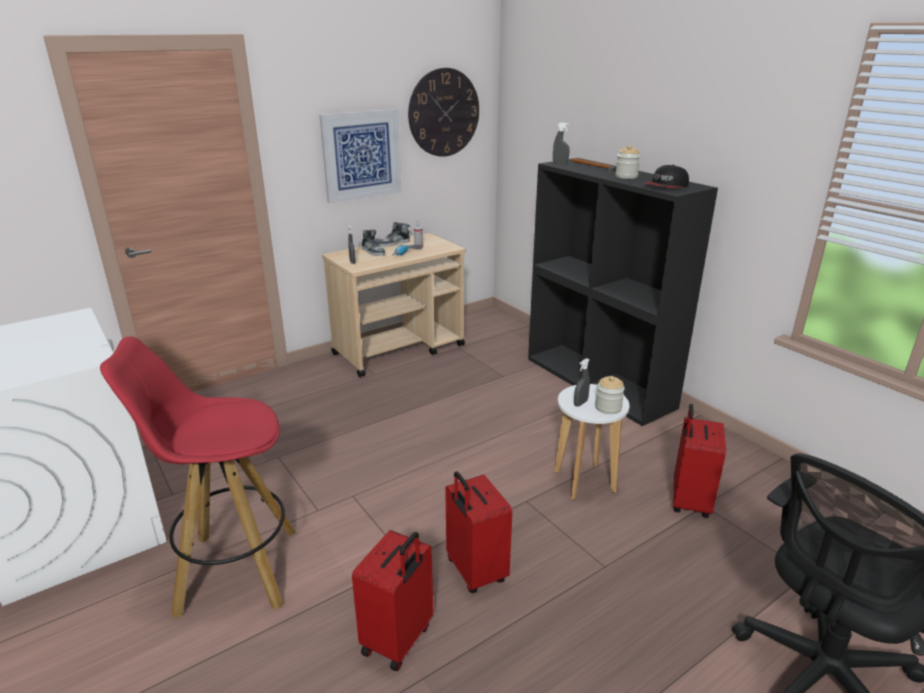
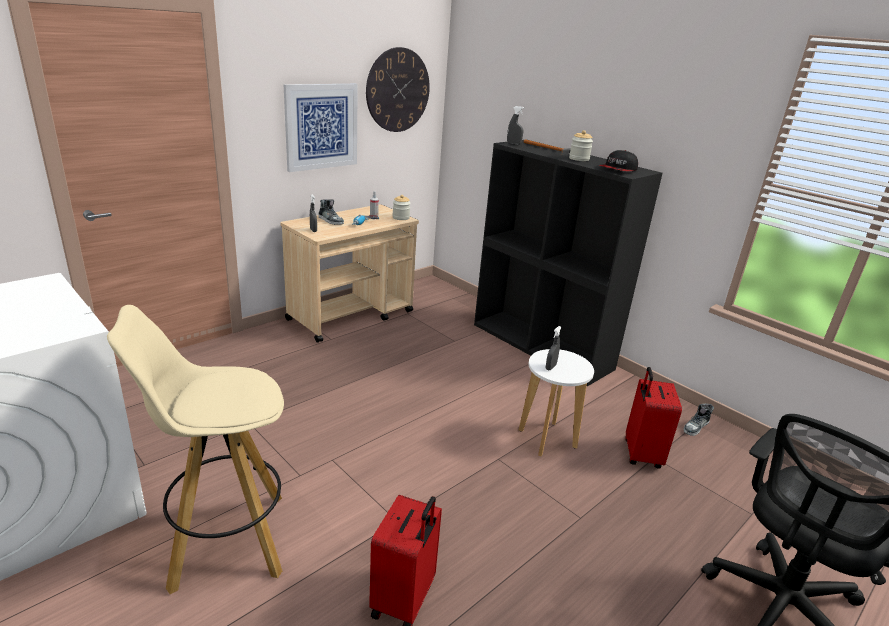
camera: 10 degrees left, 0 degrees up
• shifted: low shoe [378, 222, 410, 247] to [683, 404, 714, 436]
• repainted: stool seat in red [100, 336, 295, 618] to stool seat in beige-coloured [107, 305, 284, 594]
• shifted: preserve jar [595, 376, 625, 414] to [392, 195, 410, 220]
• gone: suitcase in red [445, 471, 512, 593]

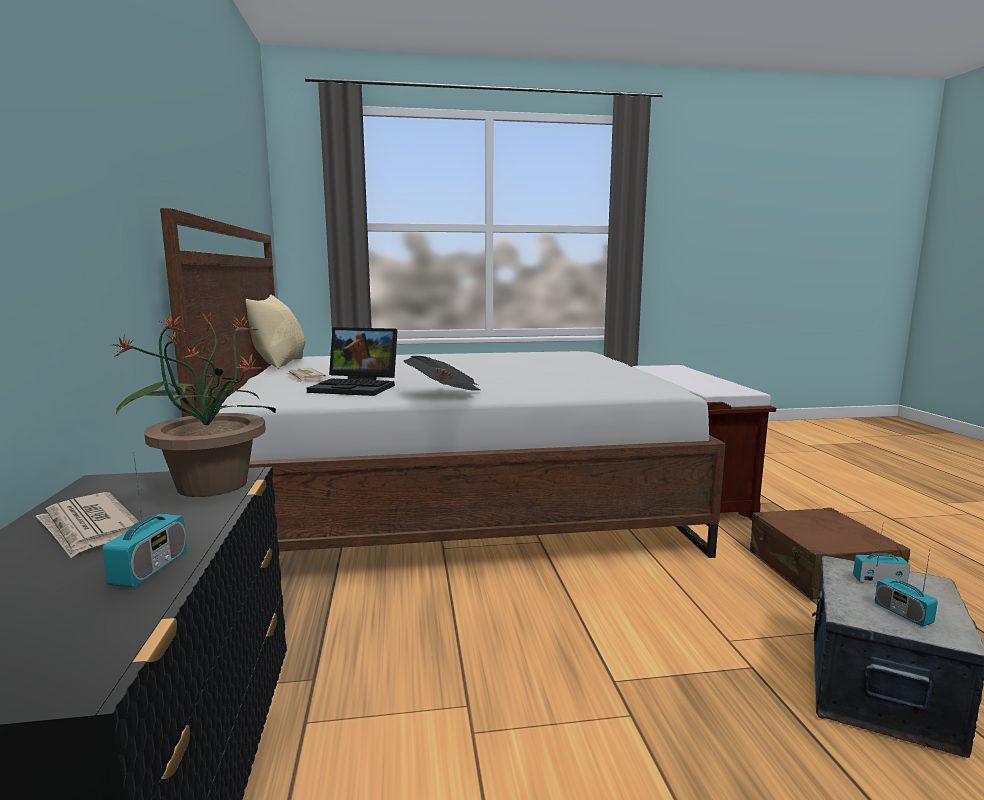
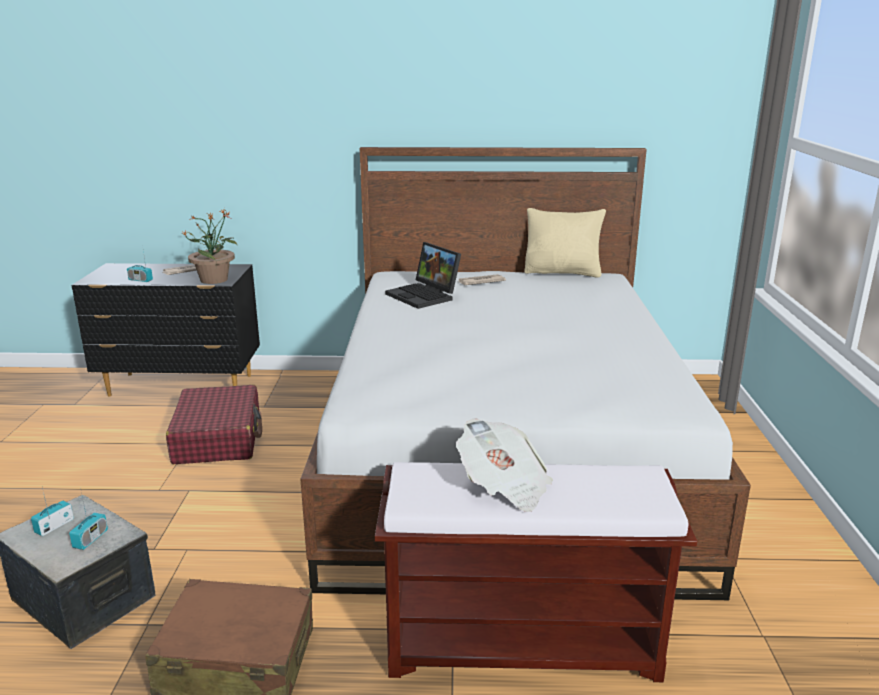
camera: 100 degrees right, 10 degrees up
• rotated: notebook computer [307, 327, 398, 396] = [385, 242, 461, 309] 60 degrees counterclockwise
• shifted: daily paper [404, 356, 481, 391] to [456, 418, 553, 512]
• rotated: radio [875, 552, 938, 627] = [31, 487, 74, 536] 45 degrees counterclockwise
• new: suitcase in red [166, 385, 262, 464]

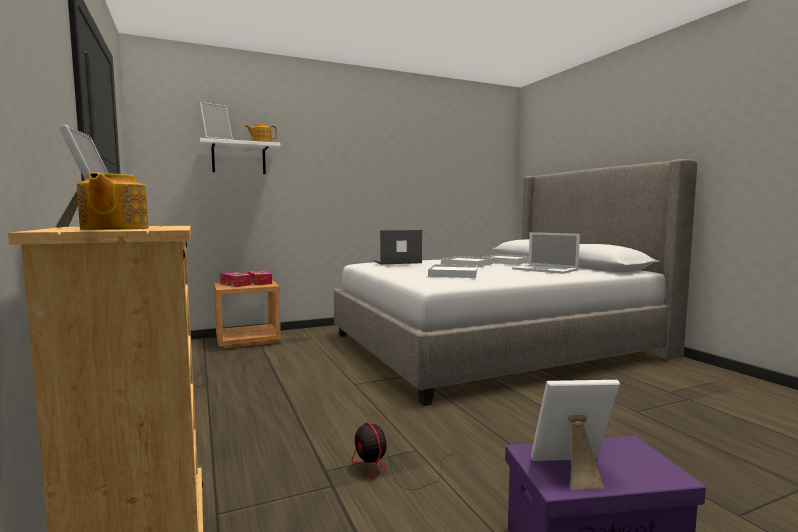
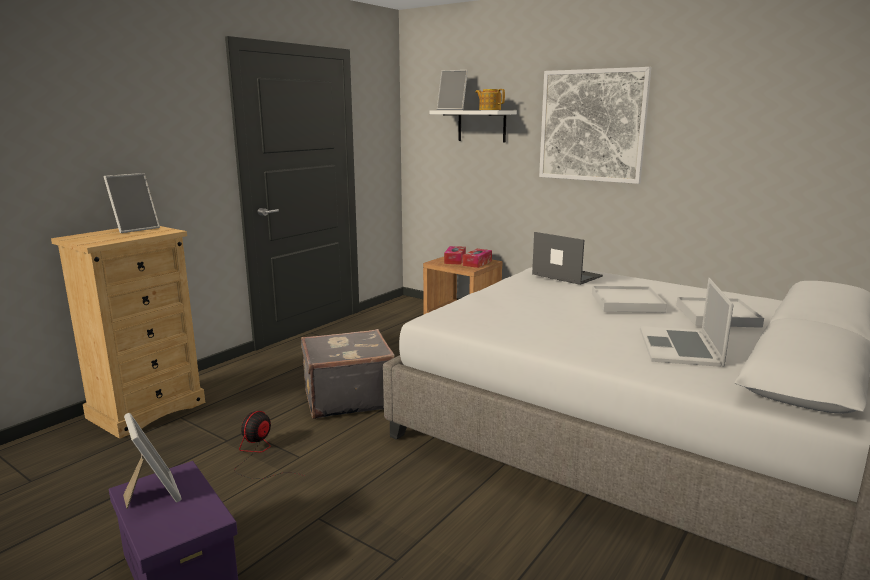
camera: 60 degrees right, 10 degrees up
• gone: tea pot [77, 172, 149, 230]
• gone: serving tray in white-coloured [428, 264, 477, 278]
• new: wall picture [539, 67, 652, 184]
• new: suitcase in gray [301, 329, 395, 419]

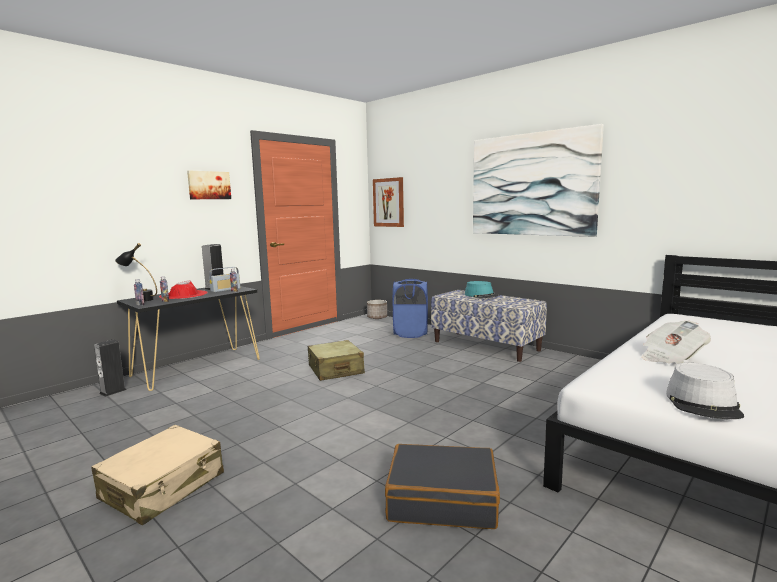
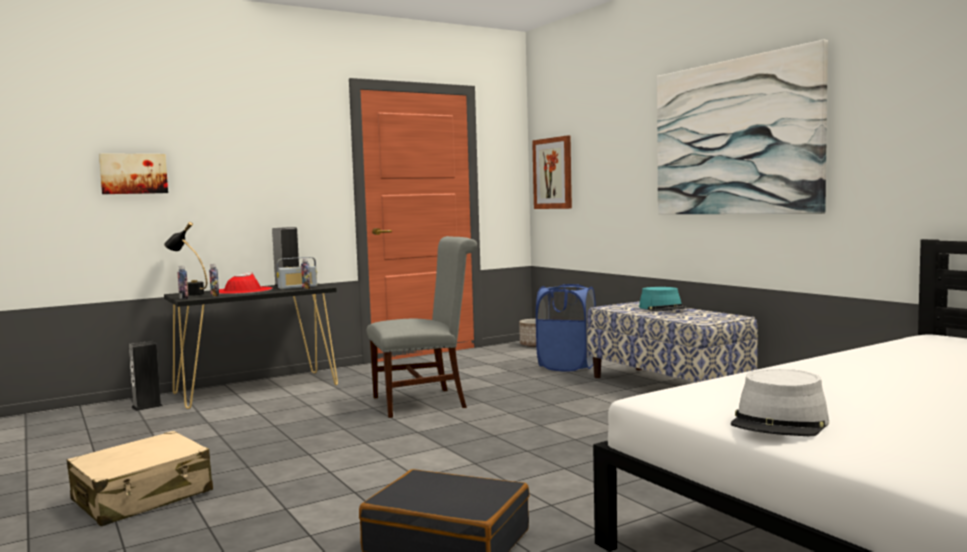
camera: 15 degrees right, 5 degrees down
• shifted: wall picture [187, 170, 231, 199] to [99, 153, 168, 194]
• gone: daily paper [642, 321, 711, 364]
• swapped: suitcase in beige-coloured [308, 340, 365, 381] to upright chair in gray [367, 236, 477, 418]

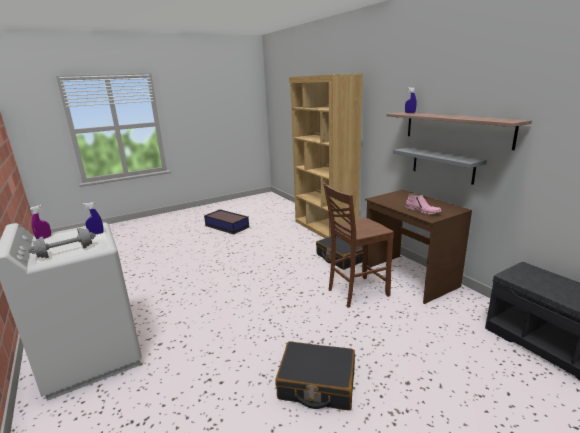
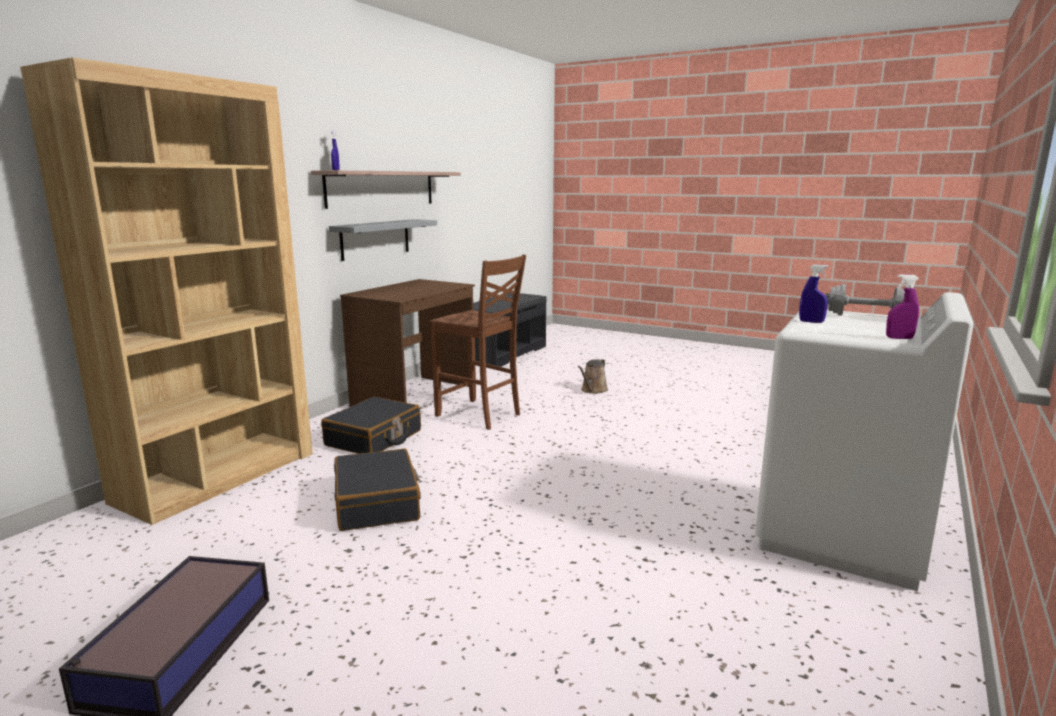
camera: 120 degrees left, 5 degrees down
• gone: boot in pink-coloured [405, 193, 442, 214]
• shifted: suitcase in blackish [275, 341, 355, 410] to [334, 449, 421, 531]
• new: watering can in brownish [578, 359, 608, 394]

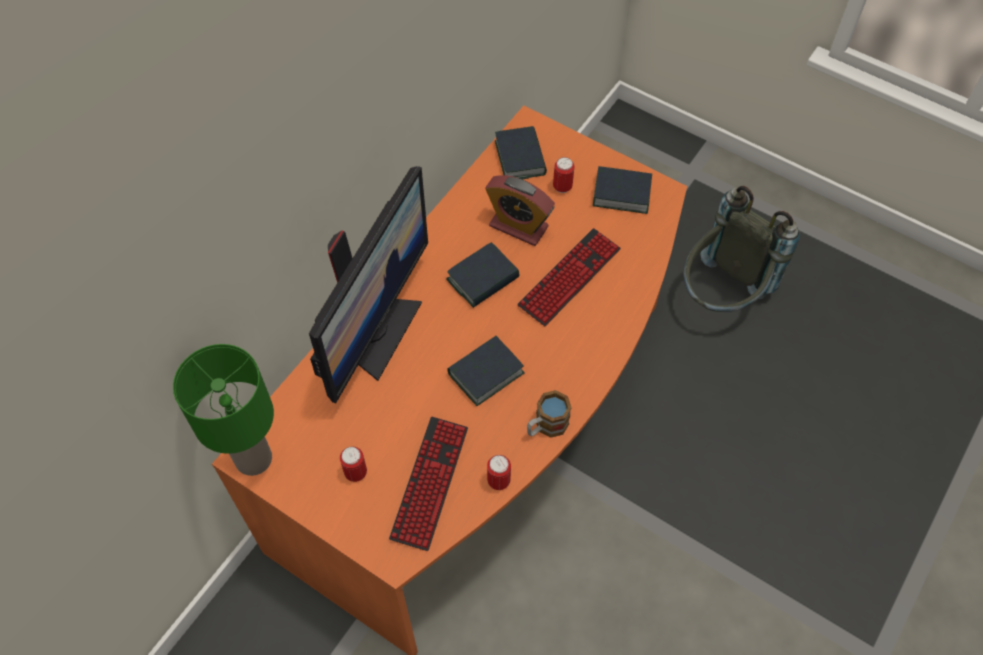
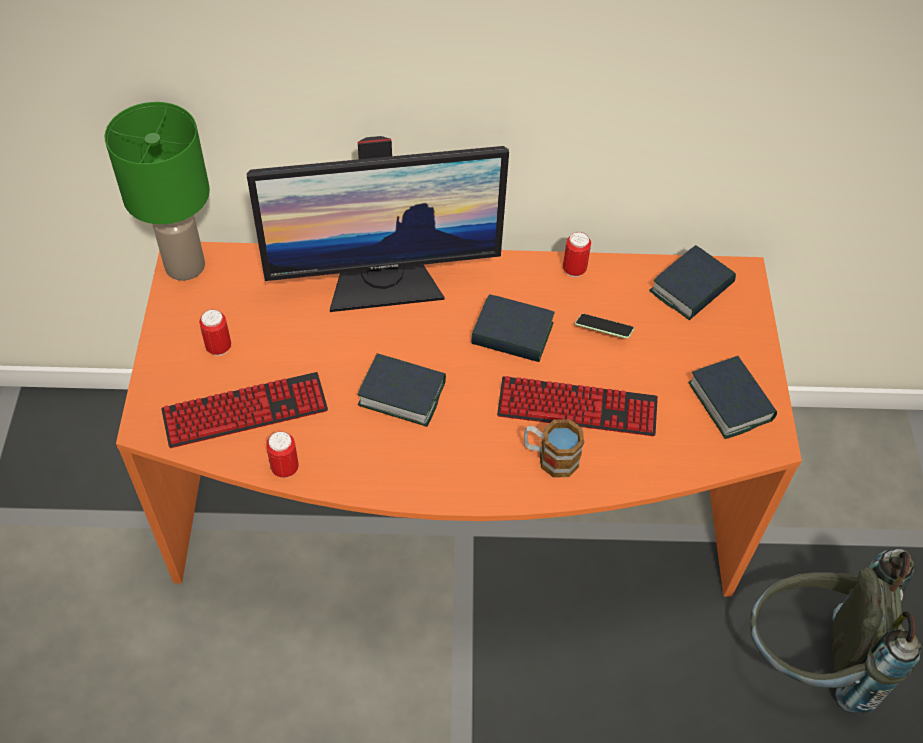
camera: 55 degrees right, 5 degrees down
• shifted: can [553, 157, 574, 193] to [563, 232, 591, 277]
• swapped: bedside clock [485, 175, 555, 246] to handset [575, 314, 634, 338]
• shifted: mug [527, 390, 572, 438] to [524, 419, 584, 478]

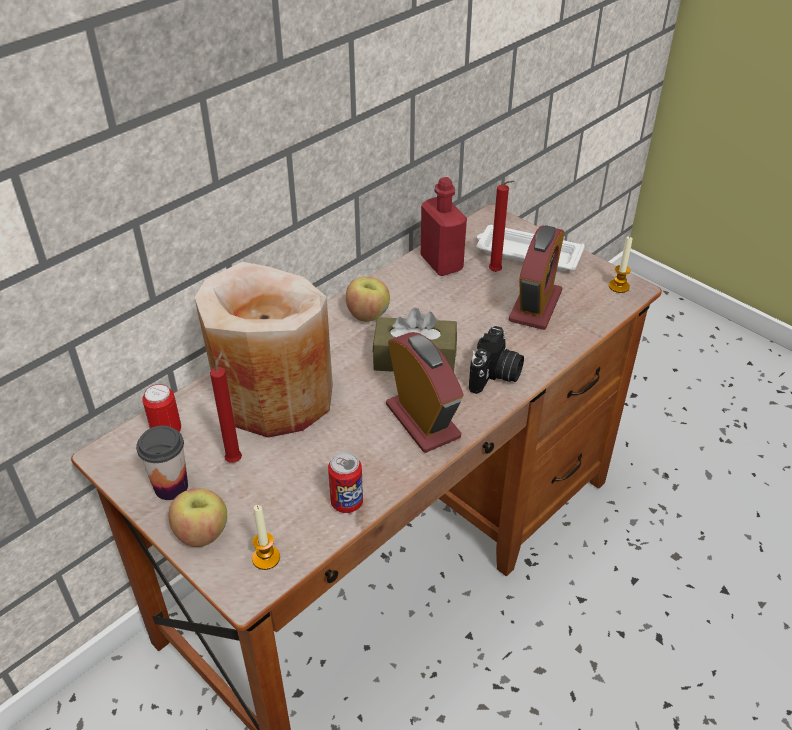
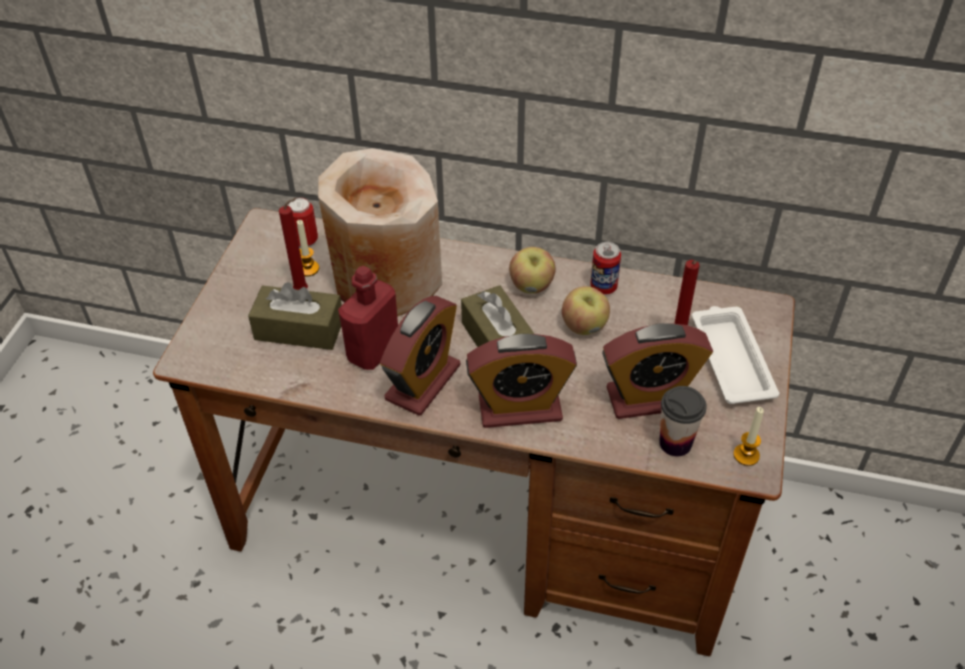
camera: 60 degrees right, 5 degrees up
• shifted: drink bottle in red [421, 177, 467, 276] to [338, 266, 398, 370]
• swapped: still camera [469, 326, 524, 394] to bedside clock [466, 334, 577, 428]
• shifted: drinking cup [136, 426, 188, 500] to [659, 386, 707, 456]
• shifted: can [328, 452, 363, 513] to [590, 242, 621, 295]
• shifted: whole apple [168, 488, 227, 547] to [562, 286, 610, 335]
• shifted: wax candle [252, 505, 280, 570] to [297, 220, 319, 276]
• new: tissue holder in brownish [248, 282, 342, 350]

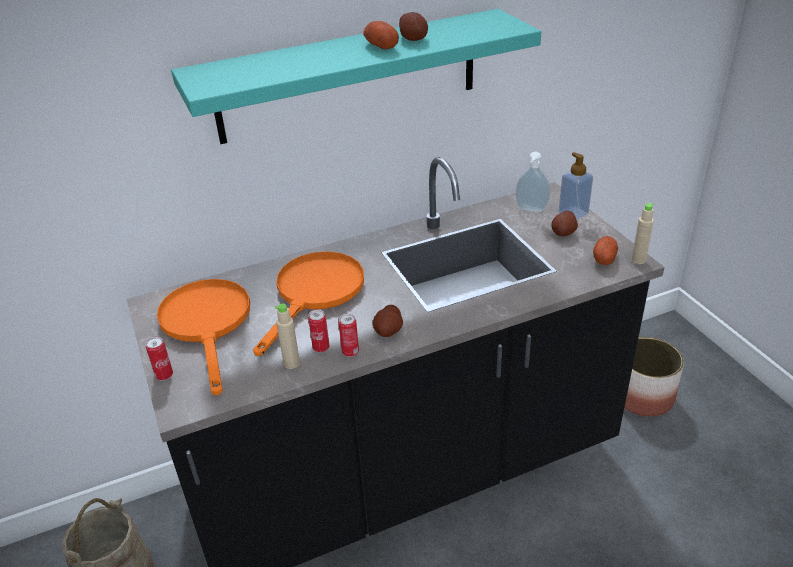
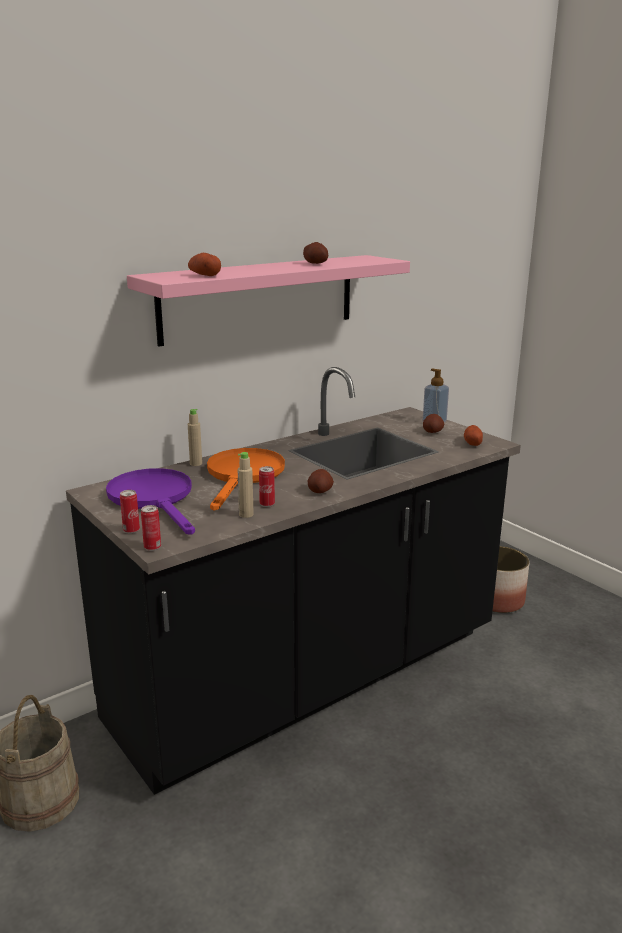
camera: 15 degrees left, 15 degrees down
• repainted: shelf in blue-green [171, 9, 541, 144] to shelf in pink-coloured [127, 255, 410, 347]
• shifted: spud [363, 21, 399, 49] to [188, 253, 221, 276]
• gone: soap dispenser [515, 152, 550, 212]
• shifted: drink bottle in beige-coloured [632, 203, 654, 264] to [188, 409, 202, 466]
• repainted: skillet in orange [157, 279, 250, 396] to skillet in purplish [106, 468, 195, 535]
• shifted: can [338, 314, 359, 357] to [141, 505, 161, 551]

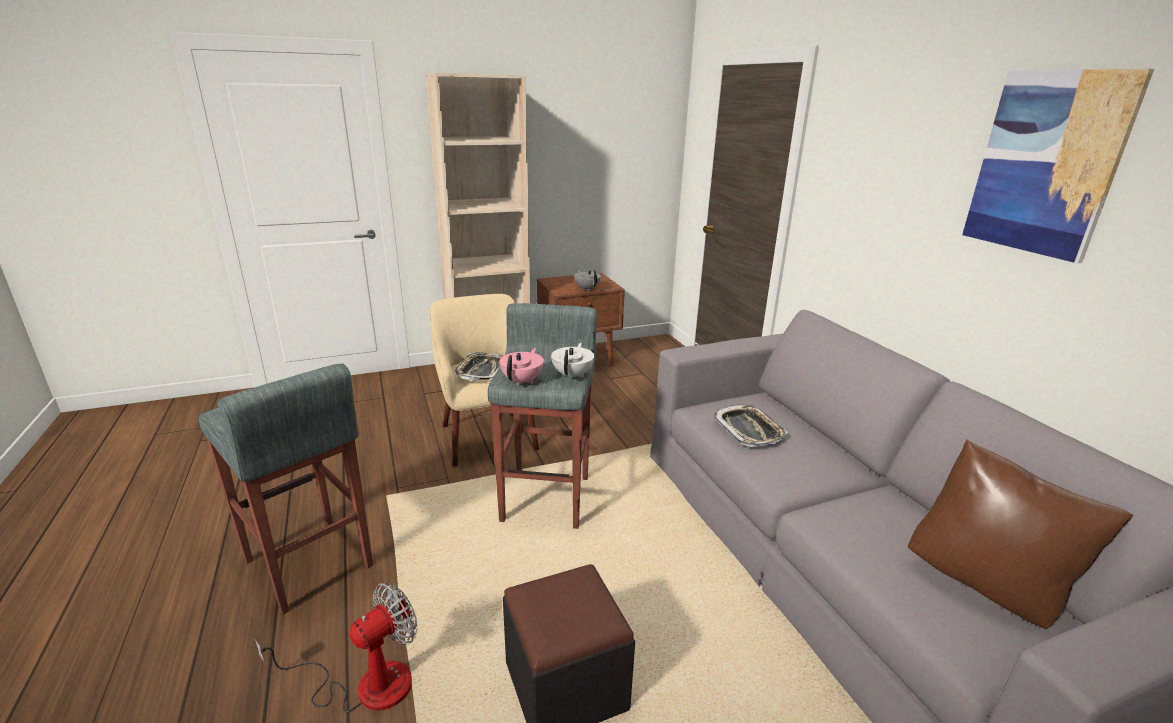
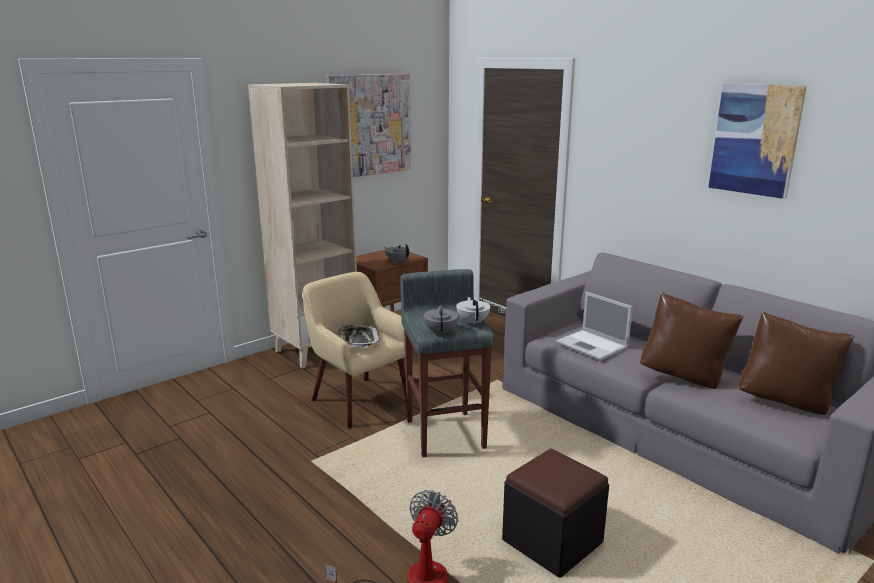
camera: 20 degrees left, 5 degrees down
• repainted: tea pot in pink-coloured [499, 348, 544, 386] to tea pot in gray [423, 305, 459, 336]
• gone: stool seat in gray [198, 363, 373, 615]
• swapped: serving tray [712, 404, 788, 447] to notebook computer [556, 292, 633, 360]
• new: wall picture [326, 74, 411, 177]
• new: cushion in brownish [640, 292, 744, 389]

